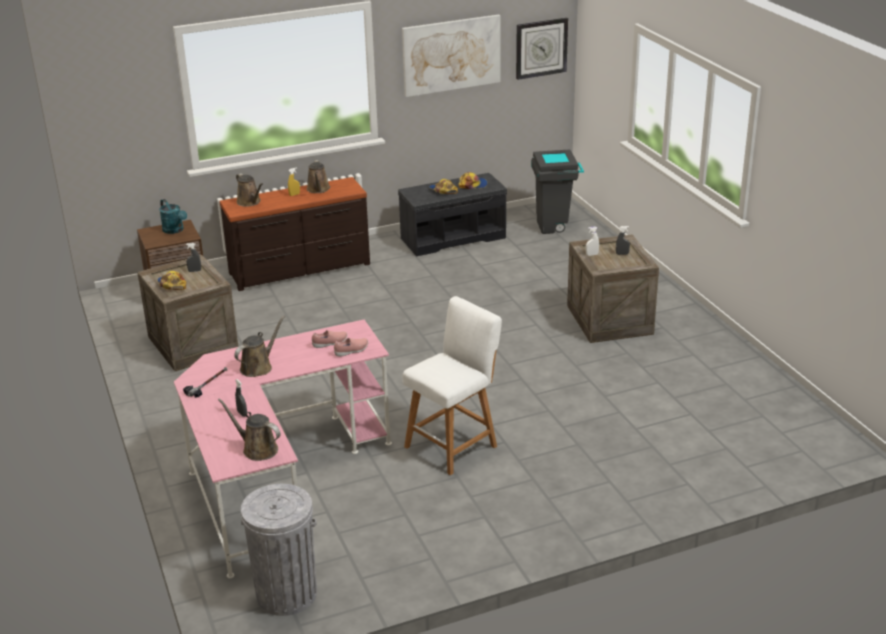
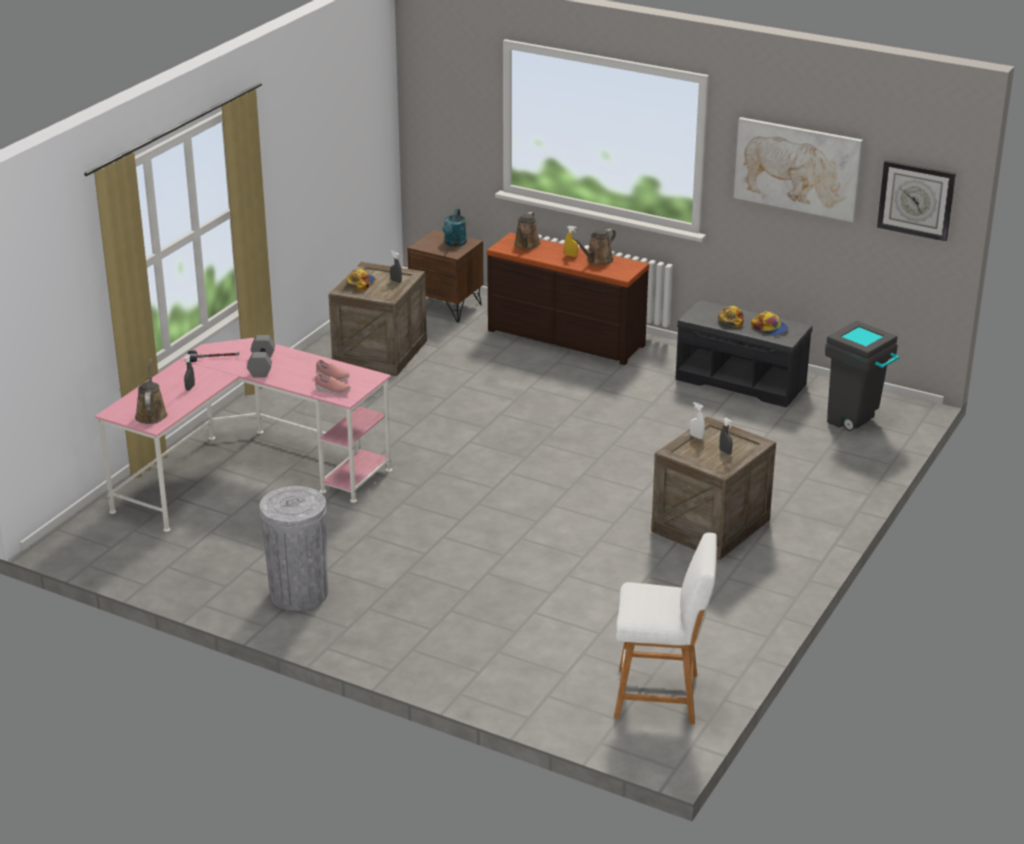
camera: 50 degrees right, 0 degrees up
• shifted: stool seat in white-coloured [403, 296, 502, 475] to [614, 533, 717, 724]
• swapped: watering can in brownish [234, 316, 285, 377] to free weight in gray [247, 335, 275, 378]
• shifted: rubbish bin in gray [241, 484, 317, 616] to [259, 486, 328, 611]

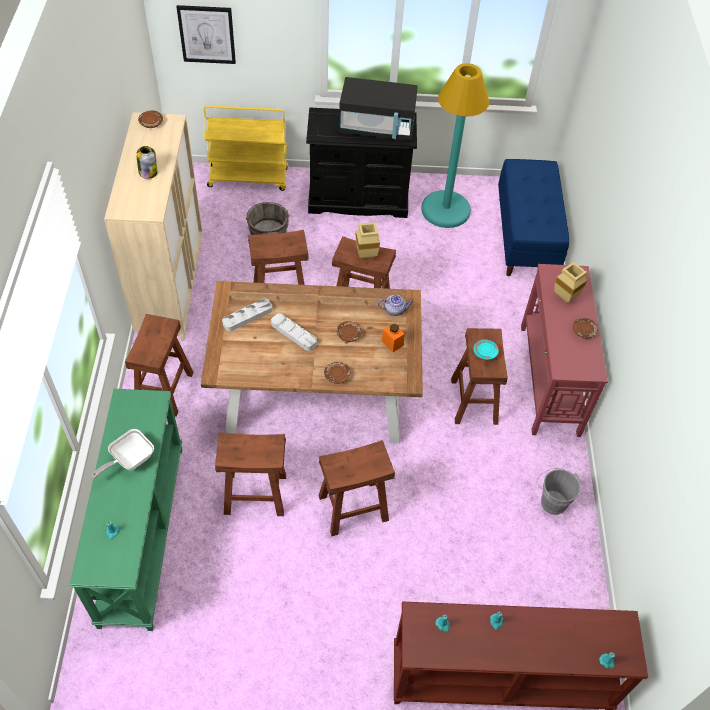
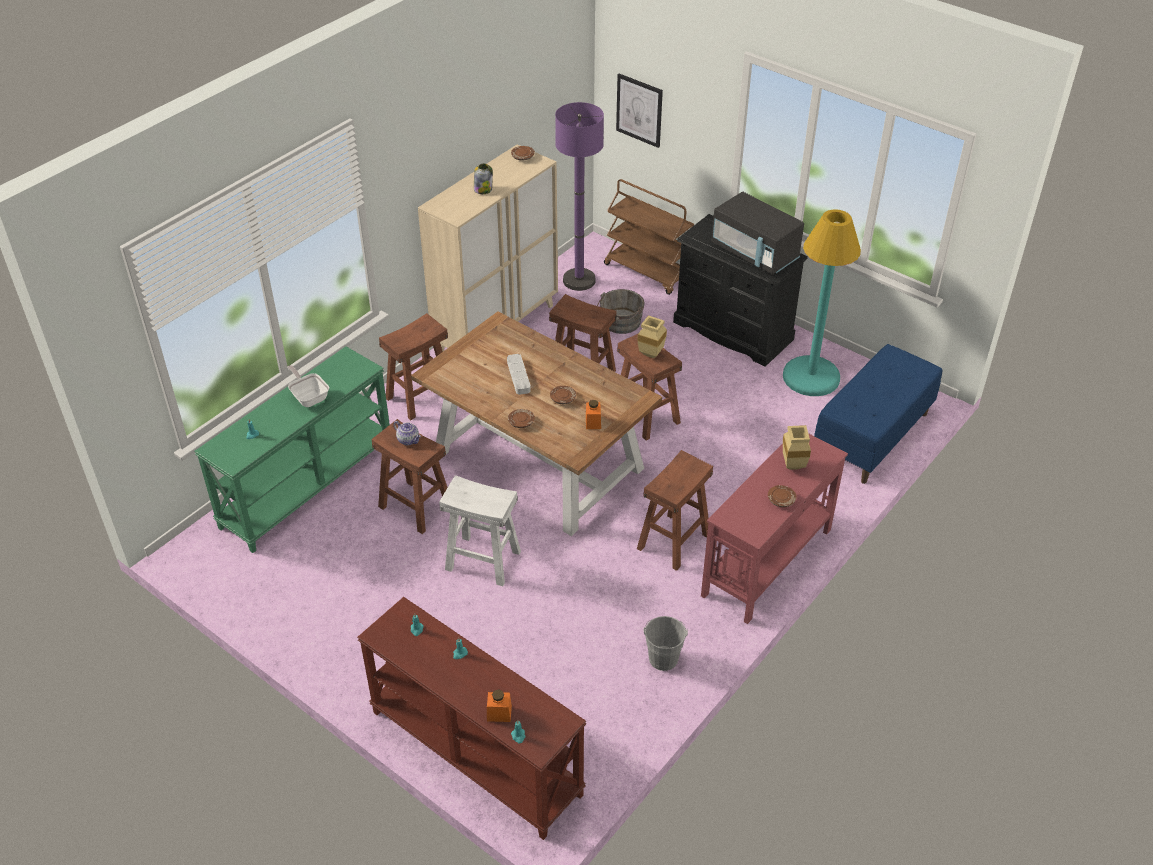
camera: 40 degrees right, 10 degrees down
• repainted: wheeled cart in yellow [204, 105, 288, 191] to wheeled cart in brownish [604, 179, 694, 295]
• shifted: tea pot [378, 295, 413, 316] to [393, 421, 421, 445]
• gone: serving tray in gray [222, 299, 272, 332]
• gone: flat dish in blue-green [473, 340, 499, 360]
• rotated: skillet [92, 429, 154, 478] = [287, 365, 329, 407] 60 degrees clockwise
• repainted: stool seat in brownish [318, 440, 395, 536] to stool seat in white-coloured [439, 475, 521, 586]
• new: standing lamp in purplish [555, 102, 604, 291]
• new: preserve jar in orange [487, 689, 512, 722]

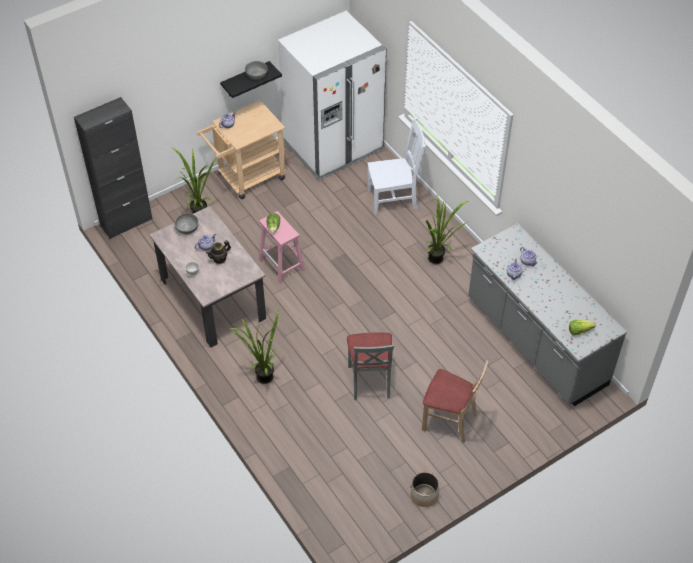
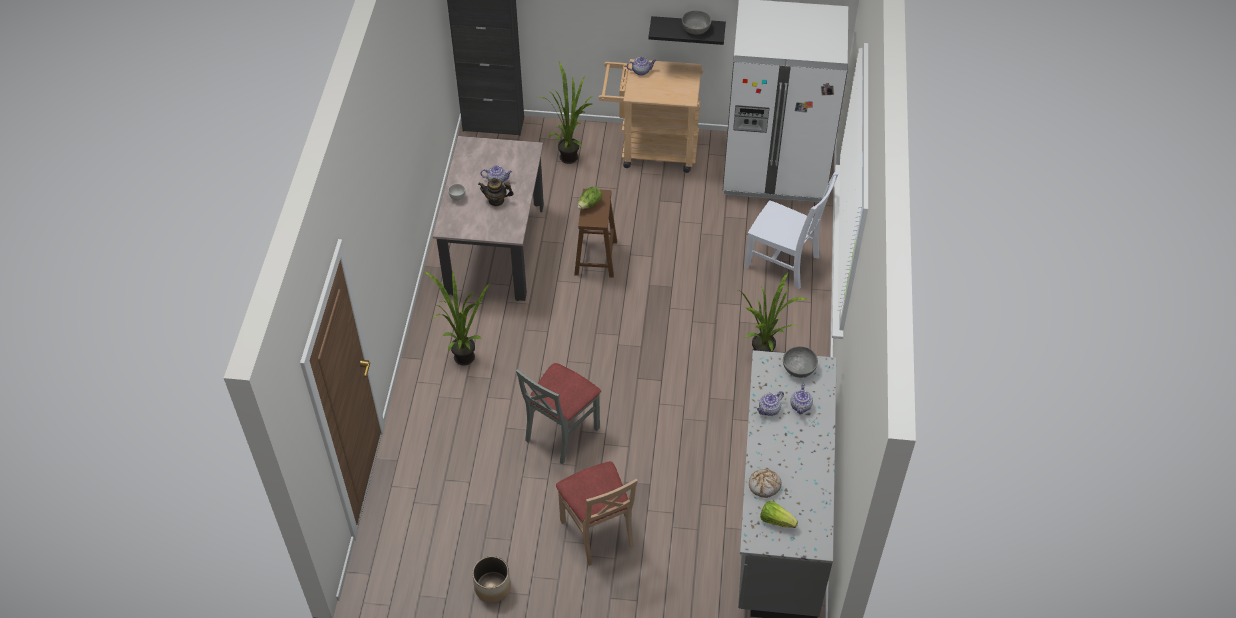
camera: 40 degrees right, 0 degrees up
• repainted: stool seat in pink-coloured [259, 211, 305, 284] to stool seat in brownish [574, 189, 617, 278]
• shifted: deep dish in gray [174, 213, 199, 234] to [783, 346, 818, 378]
• new: bread [749, 469, 782, 498]

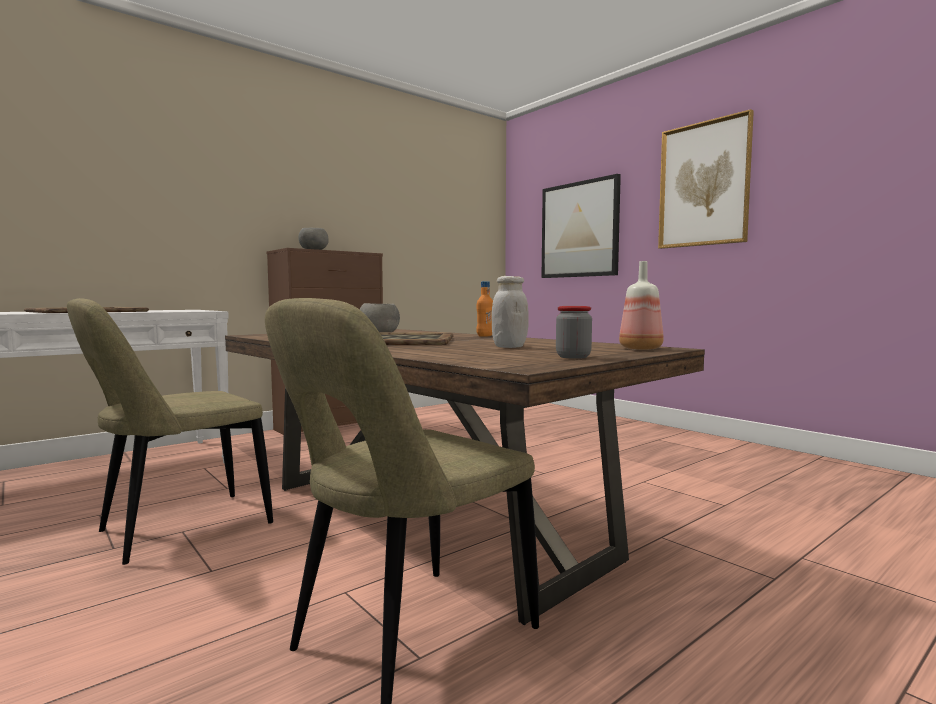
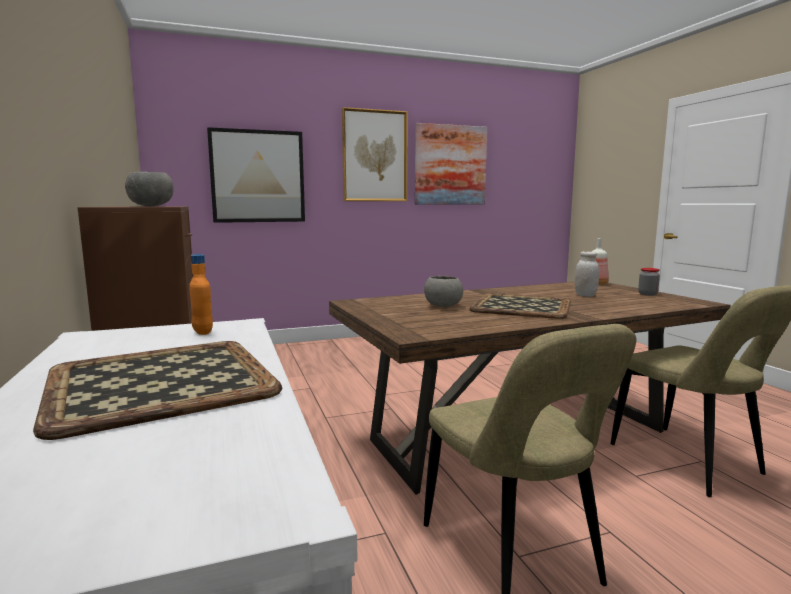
camera: 70 degrees left, 5 degrees up
• shifted: drink bottle in orange [476, 281, 493, 337] to [189, 254, 213, 335]
• new: wall picture [415, 123, 487, 204]

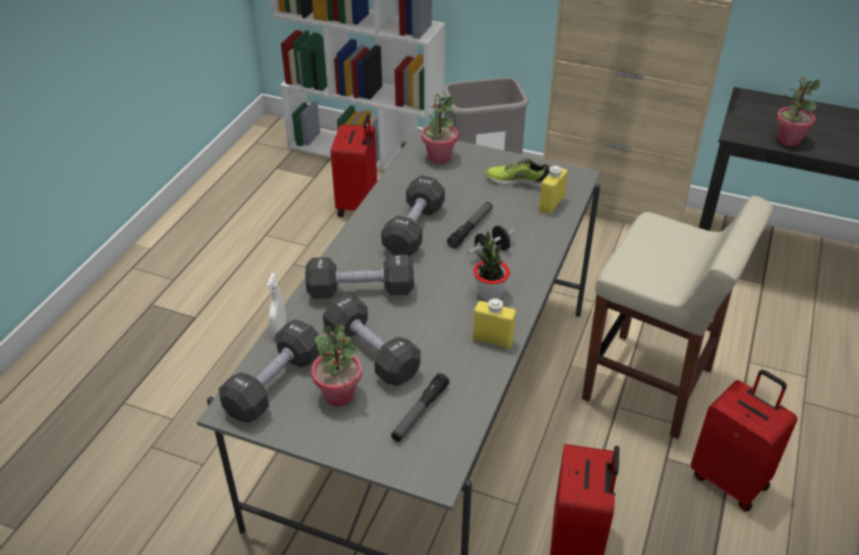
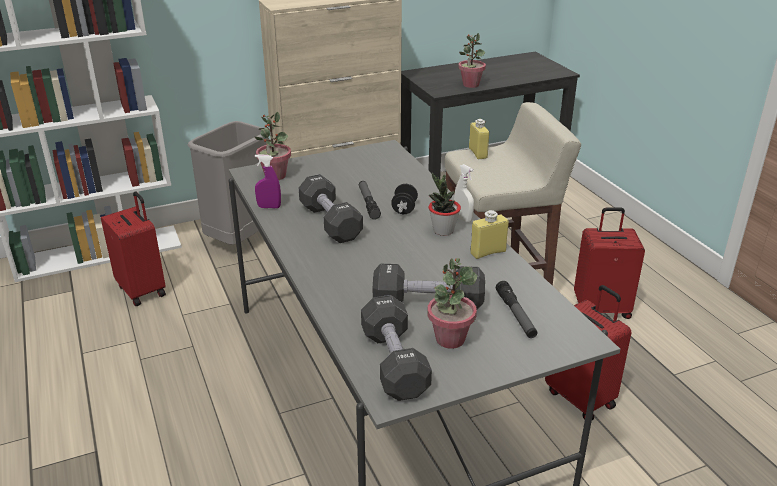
camera: 45 degrees left, 10 degrees down
• gone: low shoe [486, 158, 550, 189]
• shifted: drink bottle in yellow [539, 166, 568, 214] to [469, 119, 489, 159]
• gone: free weight in blackish [305, 254, 414, 299]
• shifted: hand sprayer in white-coloured [267, 273, 286, 338] to [454, 164, 474, 223]
• new: hand sprayer in purplish [255, 154, 281, 208]

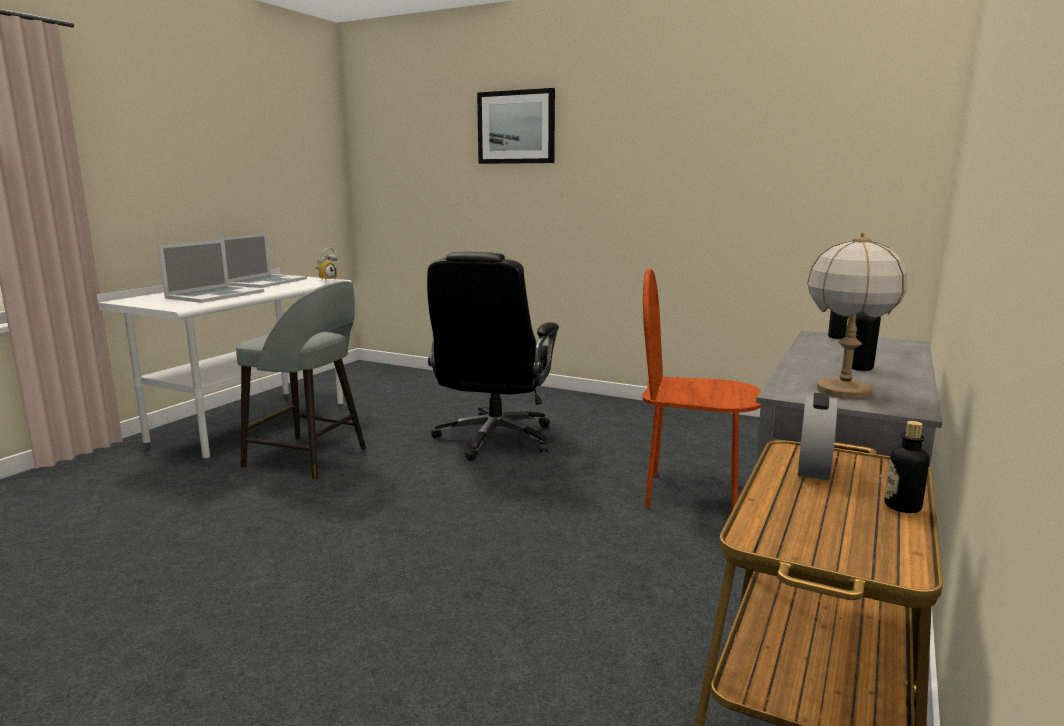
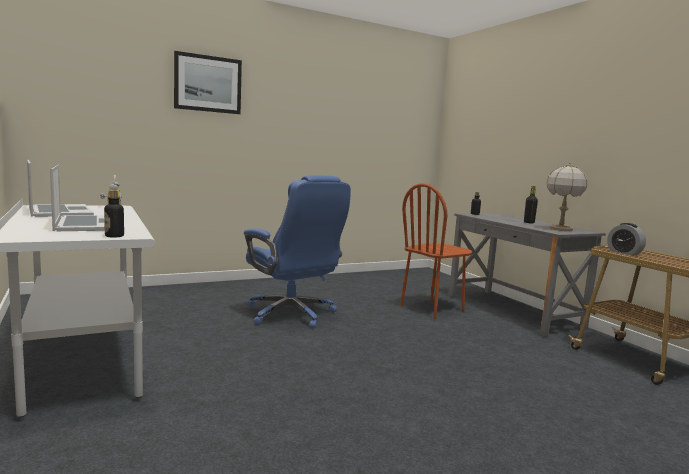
camera: 55 degrees left, 5 degrees down
• repainted: desk chair in blackish [427, 252, 559, 461] to desk chair in blue [244, 175, 351, 328]
• gone: stool seat in gray [236, 281, 366, 480]
• shifted: drink bottle [884, 421, 930, 513] to [104, 190, 124, 238]

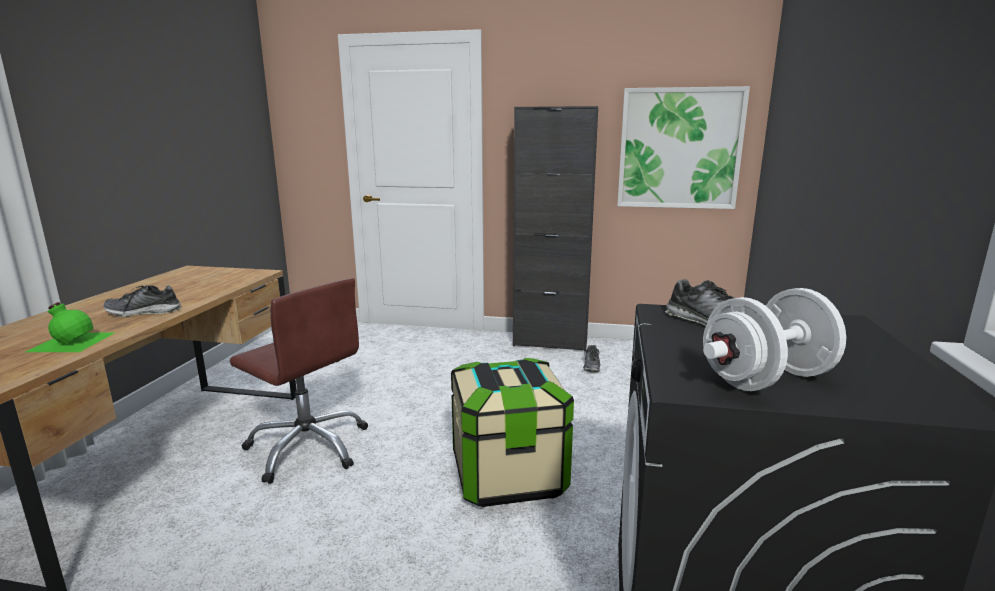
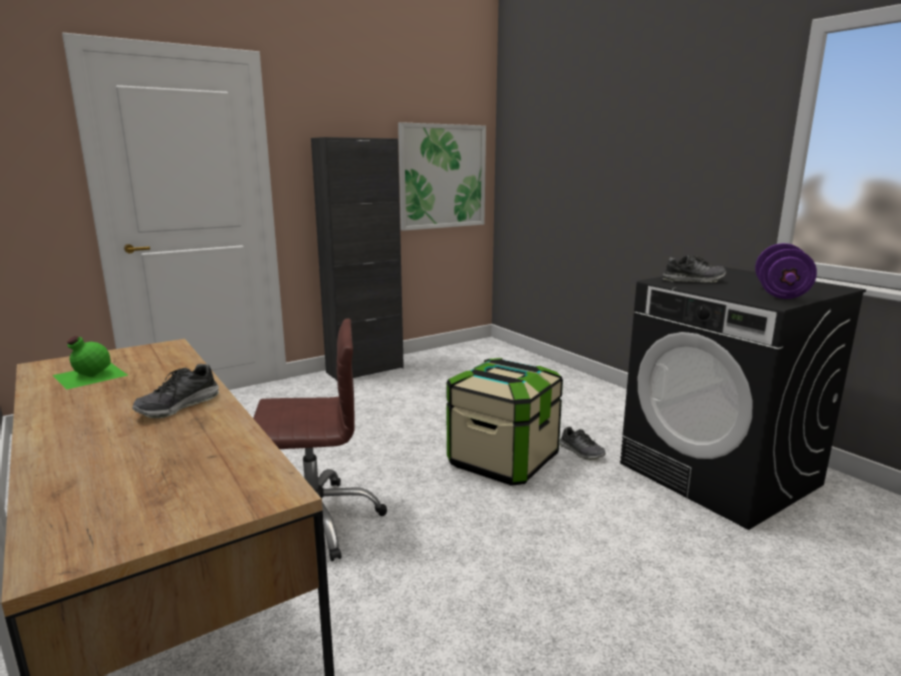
camera: 45 degrees left, 0 degrees up
• repainted: free weight in white-coloured [703, 288, 846, 391] to free weight in purplish [755, 243, 817, 299]
• shifted: drink bottle in green [26, 302, 114, 352] to [52, 336, 128, 389]
• shifted: low shoe [583, 345, 600, 373] to [559, 427, 606, 460]

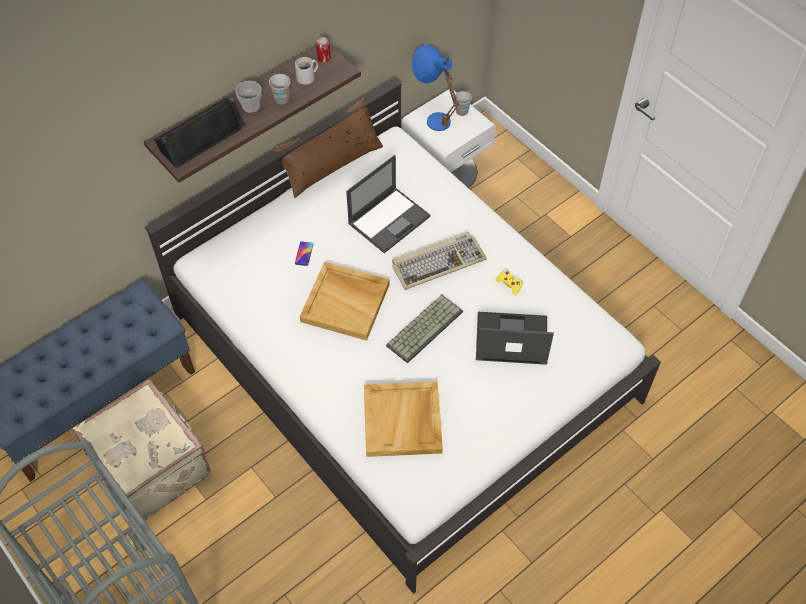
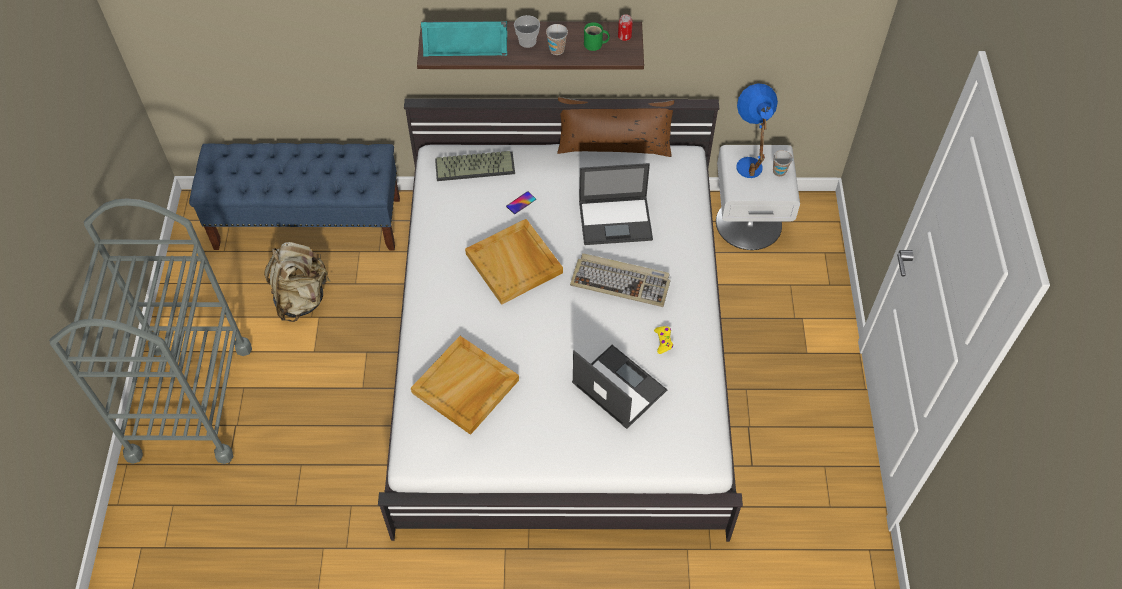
camera: 40 degrees right, 0 degrees up
• repainted: mug in white-coloured [295, 57, 318, 85] to mug in green [584, 22, 609, 51]
• repainted: audio speaker in blackish [154, 96, 246, 169] to audio speaker in blue-green [421, 21, 507, 56]
• shifted: keyboard [386, 295, 463, 363] to [435, 151, 515, 181]
• swapped: suitcase in beige-coloured [73, 379, 210, 521] to knapsack in beige-coloured [264, 242, 330, 322]

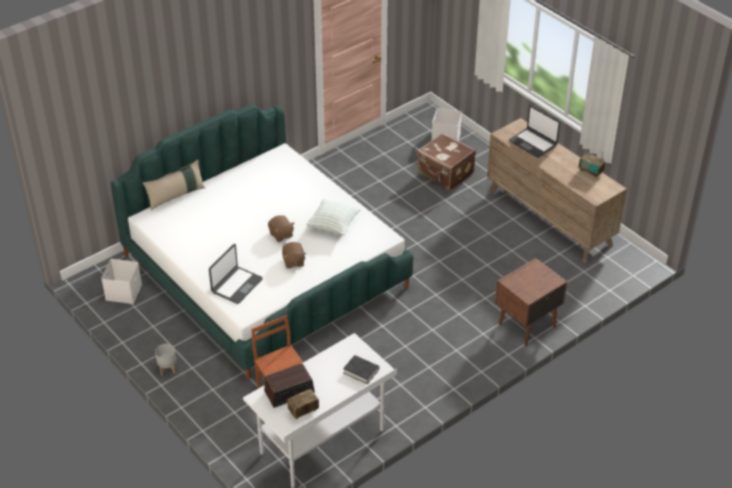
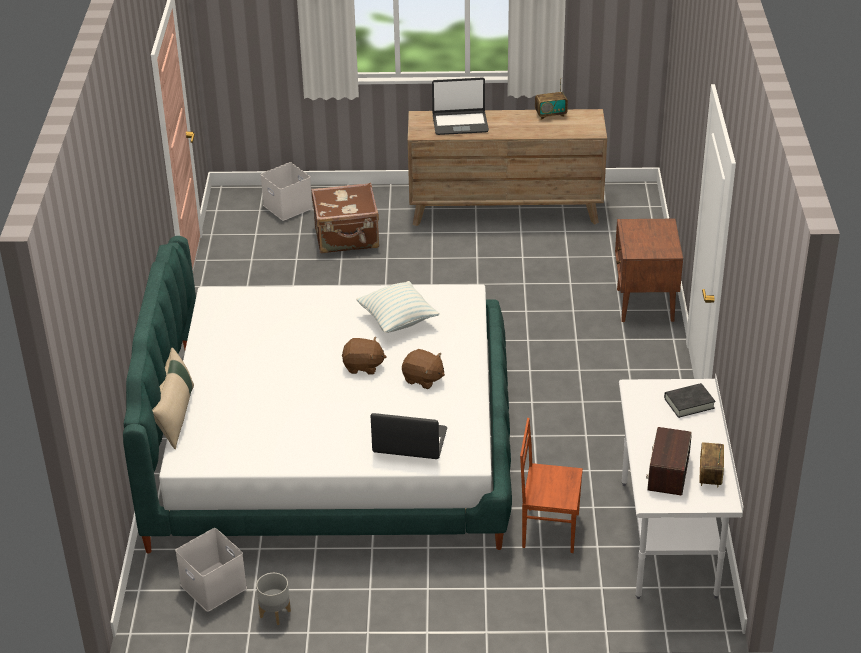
camera: 50 degrees left, 5 degrees down
• rotated: notebook computer [209, 244, 263, 304] = [371, 413, 447, 459] 60 degrees counterclockwise
• shifted: plant pot in gray [155, 344, 177, 375] to [256, 573, 291, 625]

